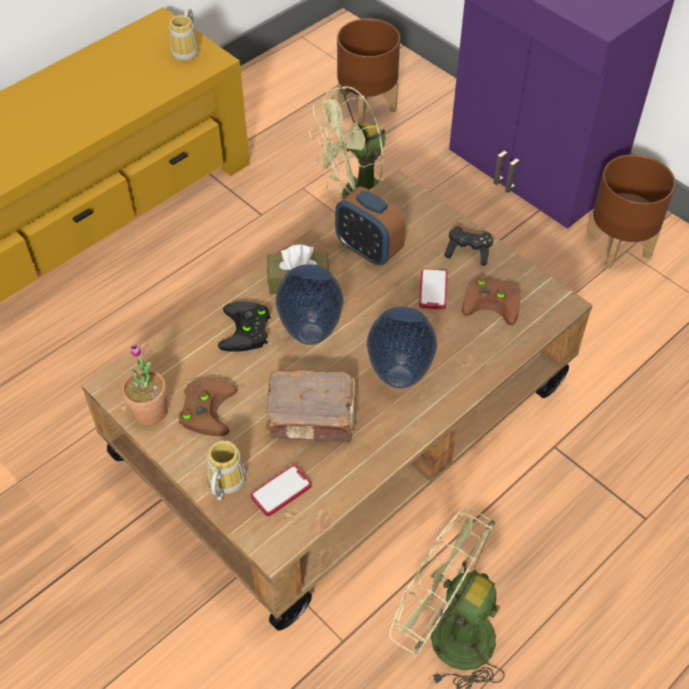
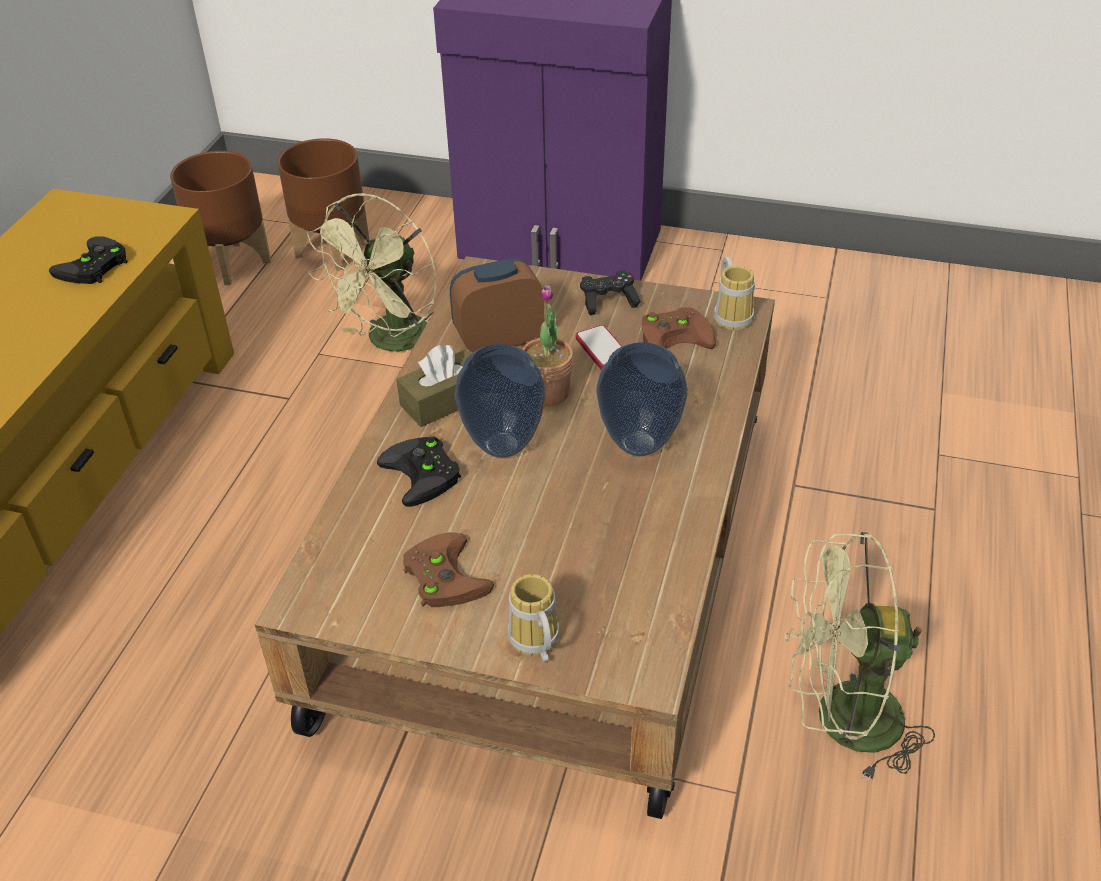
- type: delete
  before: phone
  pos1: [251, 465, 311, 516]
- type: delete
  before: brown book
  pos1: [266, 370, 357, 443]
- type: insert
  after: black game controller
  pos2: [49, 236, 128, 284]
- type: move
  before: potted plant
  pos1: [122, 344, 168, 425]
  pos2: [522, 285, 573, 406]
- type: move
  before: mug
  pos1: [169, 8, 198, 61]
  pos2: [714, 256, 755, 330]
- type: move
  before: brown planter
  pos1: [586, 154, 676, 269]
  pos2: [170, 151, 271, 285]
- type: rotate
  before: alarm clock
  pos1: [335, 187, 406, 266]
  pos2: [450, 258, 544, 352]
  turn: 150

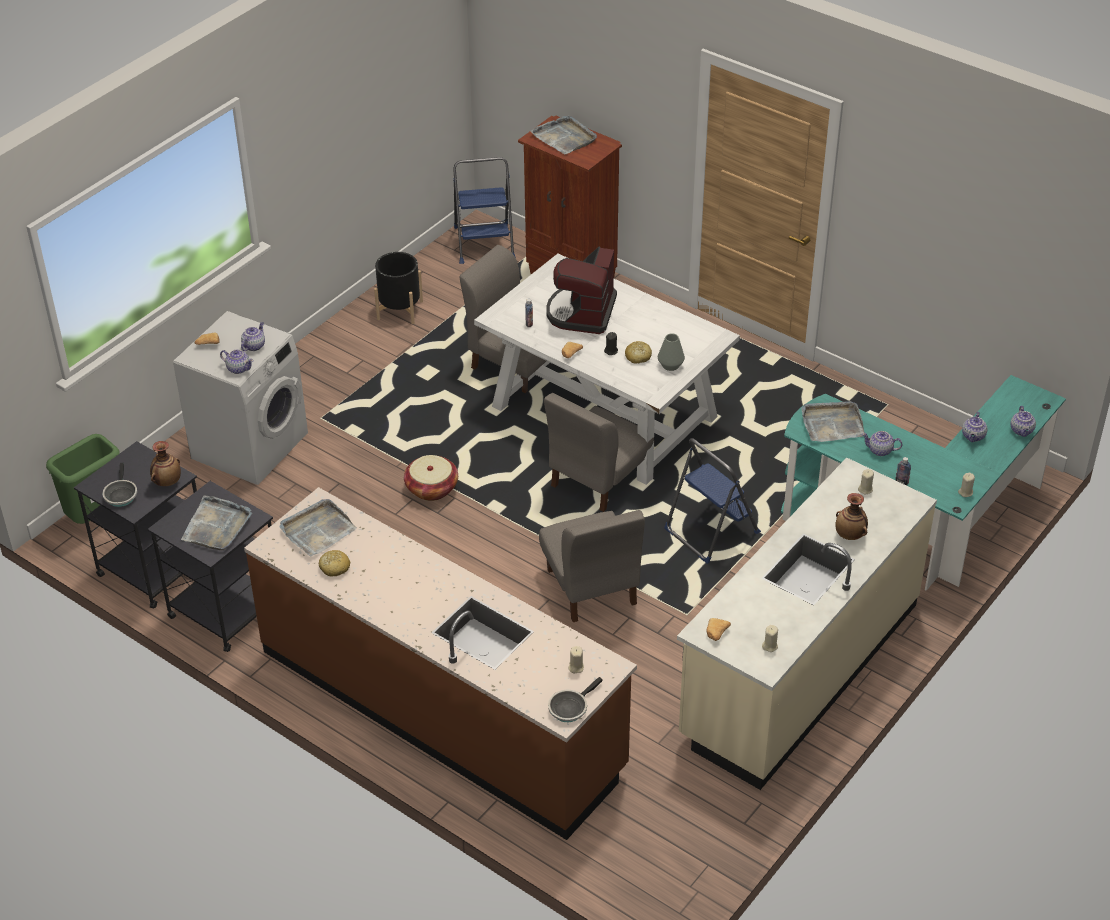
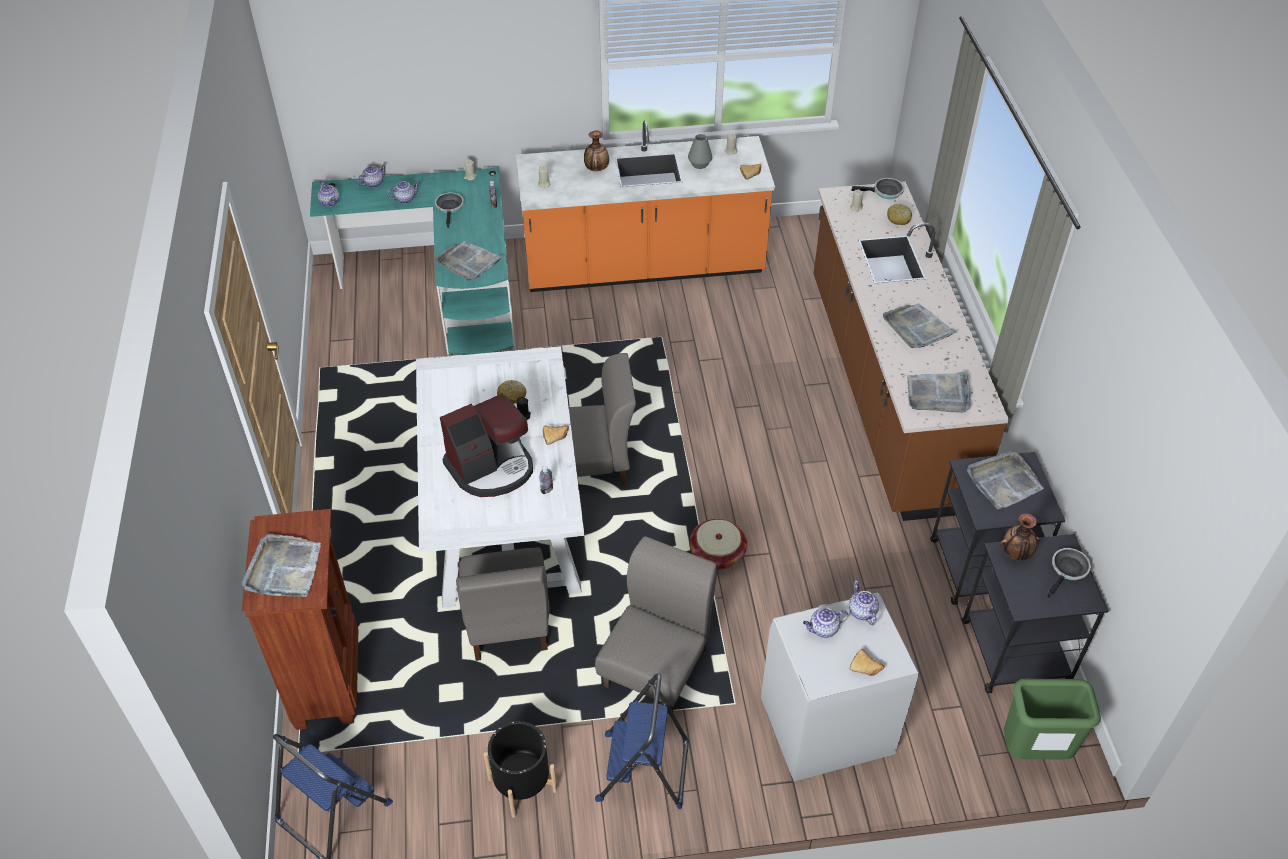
- type: insert
  after: frying pan
  pos2: [435, 192, 464, 228]
- type: insert
  after: grey tray
  pos2: [883, 303, 957, 348]
- type: move
  before: bread
  pos1: [319, 550, 350, 576]
  pos2: [887, 204, 912, 225]
- type: move
  before: grey chair
  pos1: [539, 510, 645, 622]
  pos2: [595, 536, 717, 713]
- type: move
  before: grey vase
  pos1: [658, 333, 685, 371]
  pos2: [688, 134, 712, 169]
- type: move
  before: blue step ladder
  pos1: [664, 438, 761, 564]
  pos2: [595, 673, 689, 809]
- type: move
  before: teapot
  pos1: [862, 431, 902, 456]
  pos2: [317, 182, 340, 207]
- type: recolor
  before: beige counter
  after: orange counter
  pos1: [677, 457, 937, 790]
  pos2: [516, 120, 775, 292]

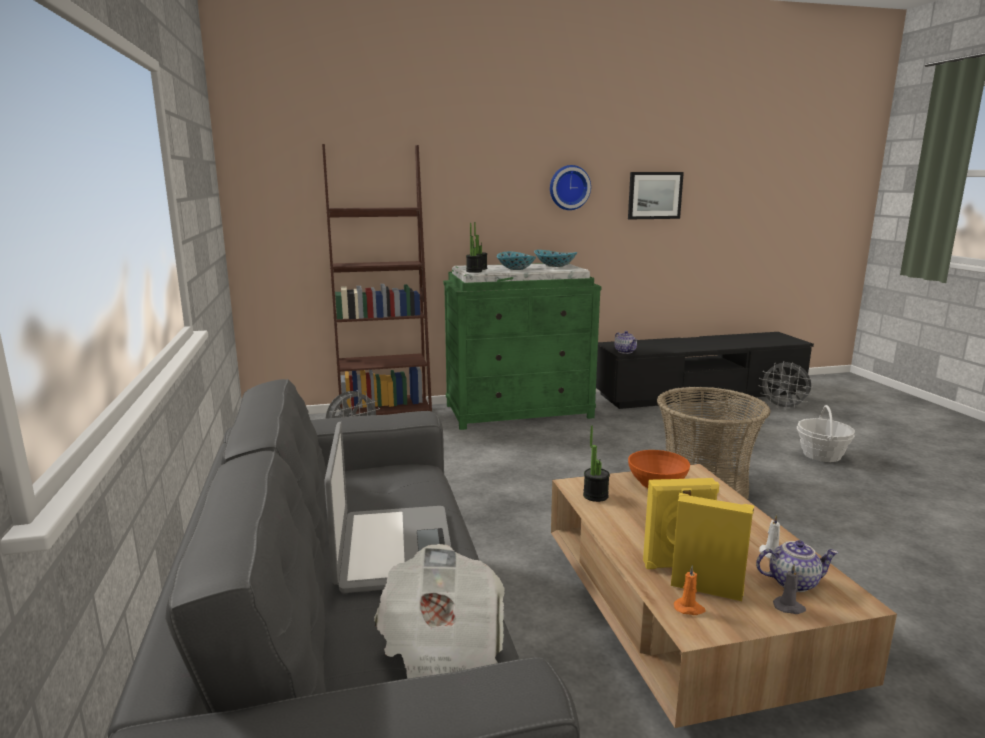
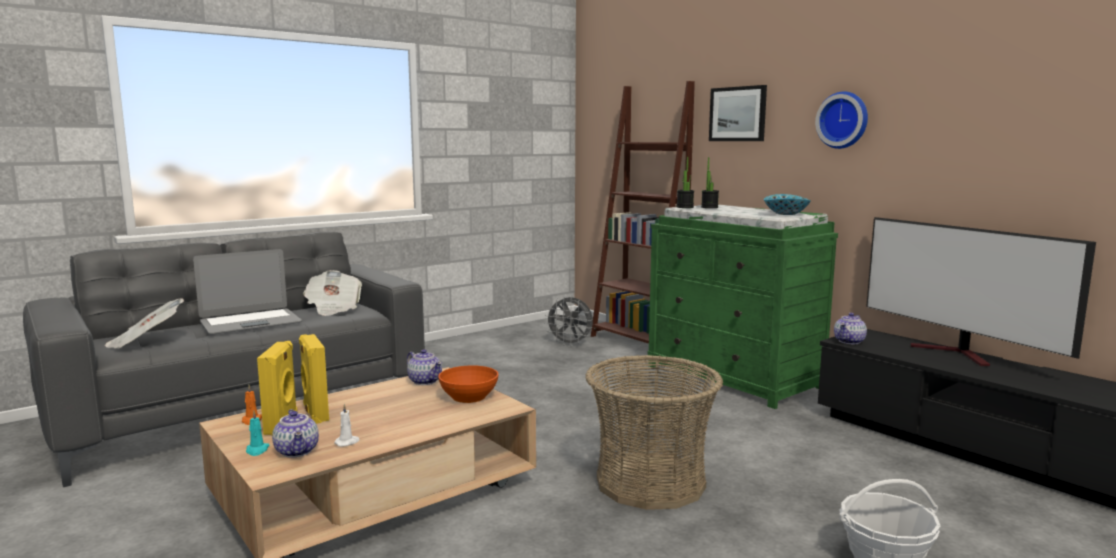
- type: delete
  before: bowl
  pos1: [497, 252, 536, 270]
- type: delete
  before: grey fan
  pos1: [758, 362, 813, 411]
- type: insert
  after: newspaper
  pos2: [303, 270, 362, 316]
- type: insert
  after: television
  pos2: [866, 217, 1096, 366]
- type: move
  before: picture
  pos1: [628, 172, 684, 219]
  pos2: [709, 85, 767, 141]
- type: replace
  before: potted plant
  after: teapot
  pos1: [583, 425, 610, 502]
  pos2: [407, 349, 442, 385]
- type: recolor
  before: grey candle
  after: turquoise candle
  pos1: [773, 564, 806, 614]
  pos2: [246, 411, 269, 456]

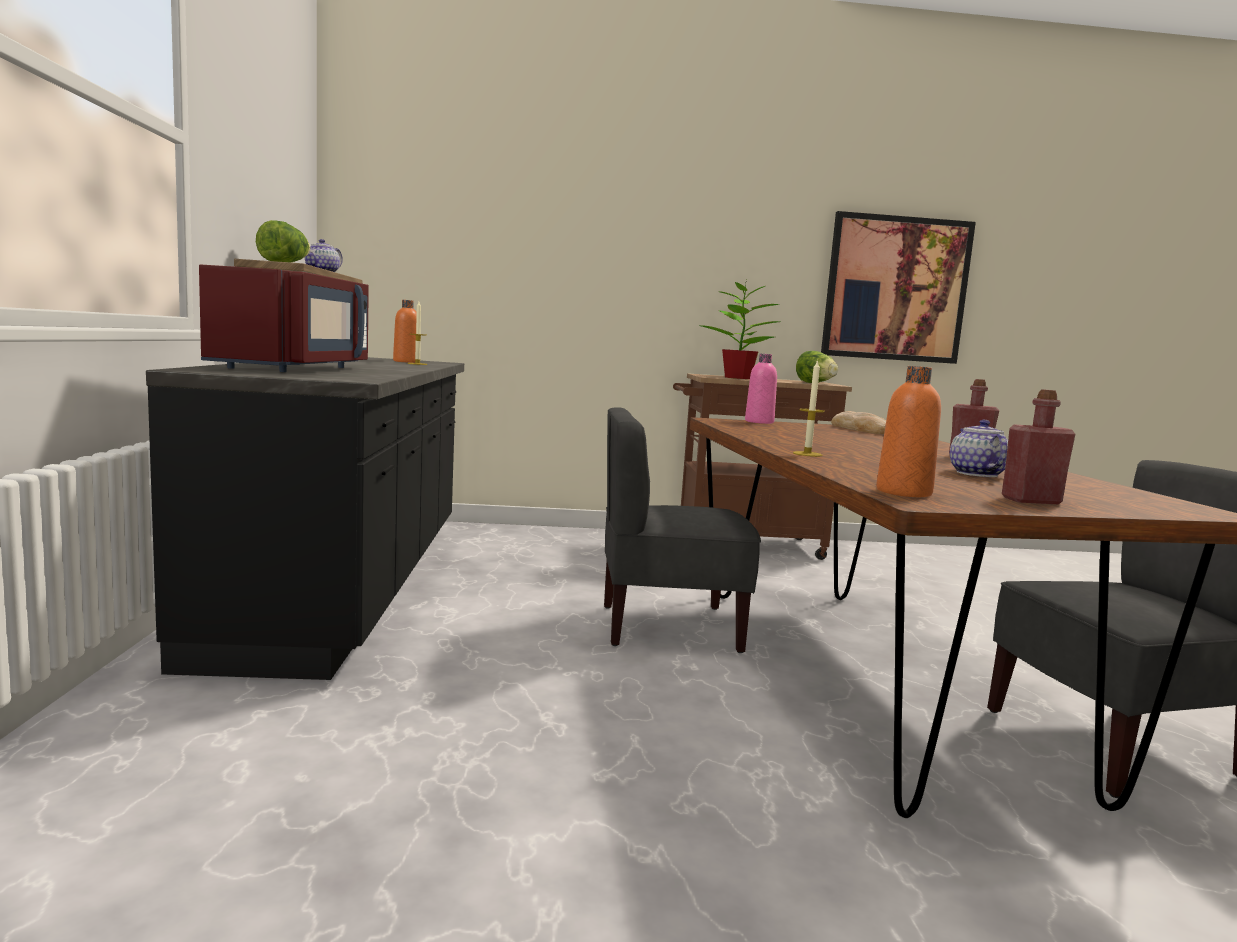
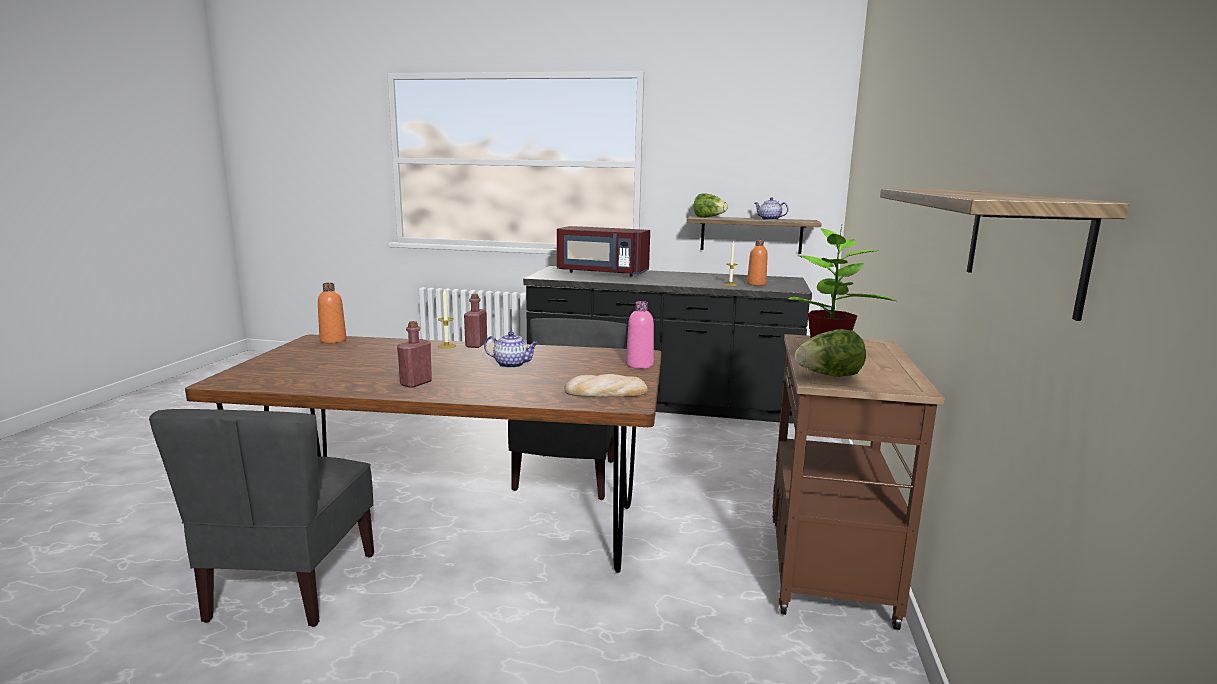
- type: move
  before: teapot
  pos1: [950, 420, 1008, 477]
  pos2: [484, 332, 538, 368]
- type: move
  before: red bottle
  pos1: [1002, 389, 1075, 504]
  pos2: [464, 294, 487, 348]
- type: replace
  before: picture
  after: shelf
  pos1: [821, 211, 976, 364]
  pos2: [880, 188, 1129, 321]

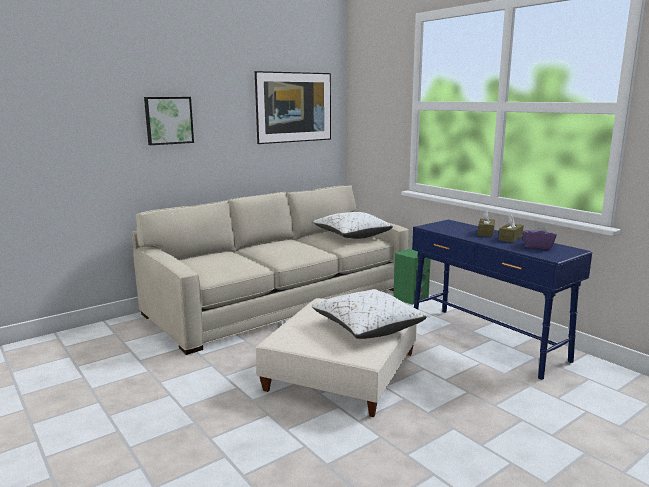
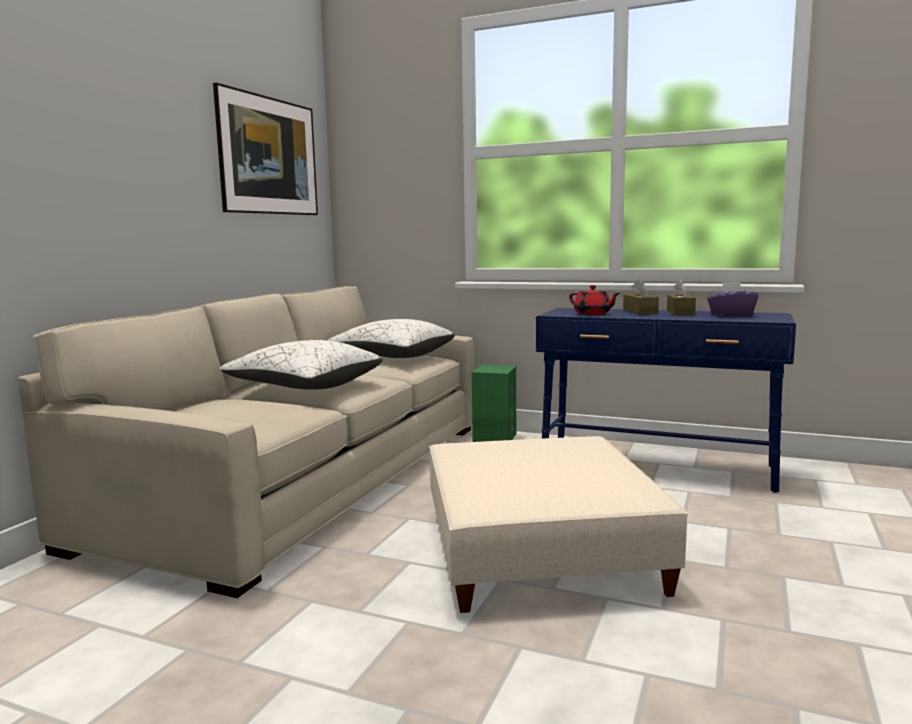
- type: delete
  before: picture
  pos1: [144, 97, 194, 145]
- type: insert
  after: red teapot
  pos2: [569, 285, 620, 315]
- type: move
  before: white pillow
  pos1: [311, 289, 427, 339]
  pos2: [220, 340, 383, 390]

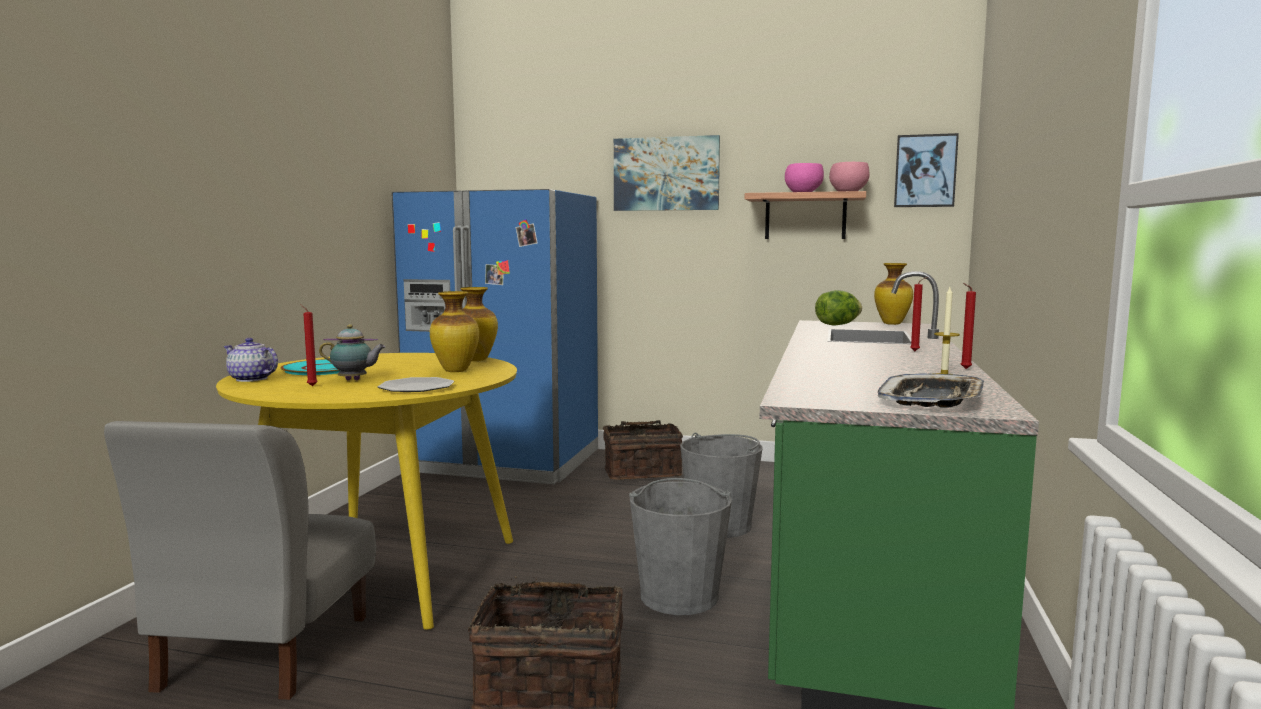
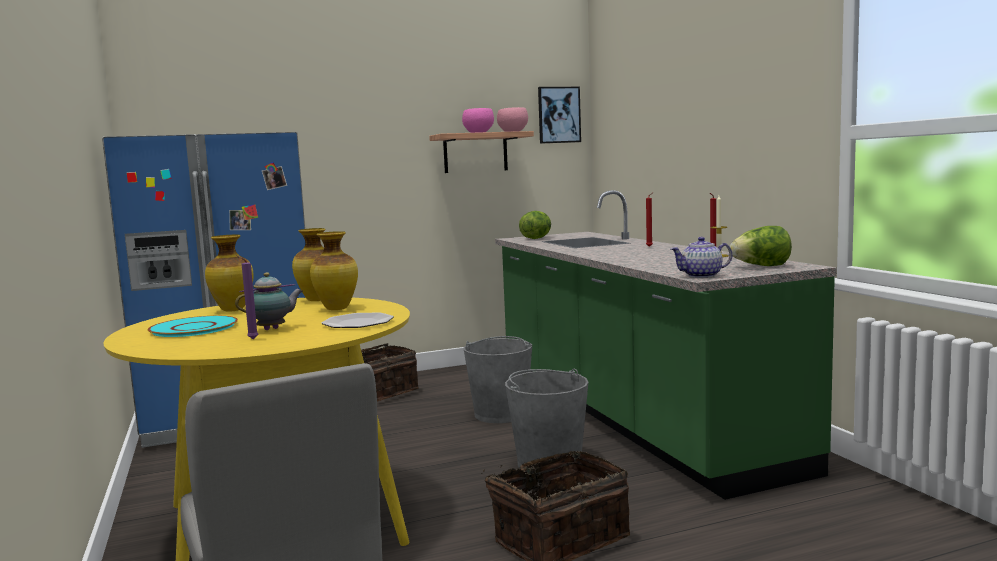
- type: delete
  before: picture
  pos1: [614, 135, 720, 211]
- type: move
  before: teapot
  pos1: [223, 338, 278, 382]
  pos2: [671, 237, 732, 278]
- type: move
  before: vase
  pos1: [874, 263, 913, 325]
  pos2: [205, 235, 254, 312]
- type: replace
  before: tray
  after: lettuce
  pos1: [878, 374, 985, 408]
  pos2: [730, 226, 792, 266]
- type: recolor
  before: red candle
  after: purple candle
  pos1: [300, 304, 318, 386]
  pos2: [236, 255, 258, 339]

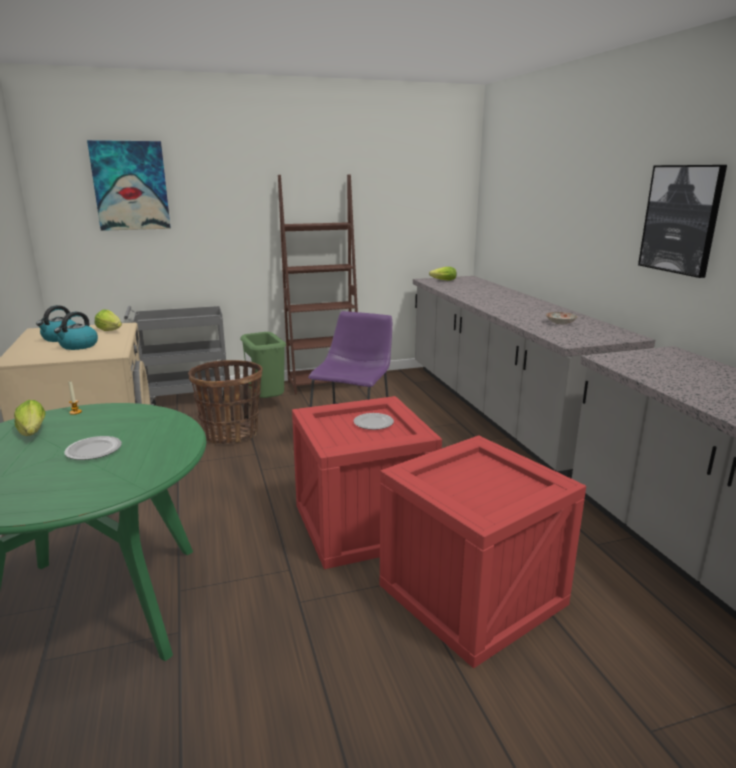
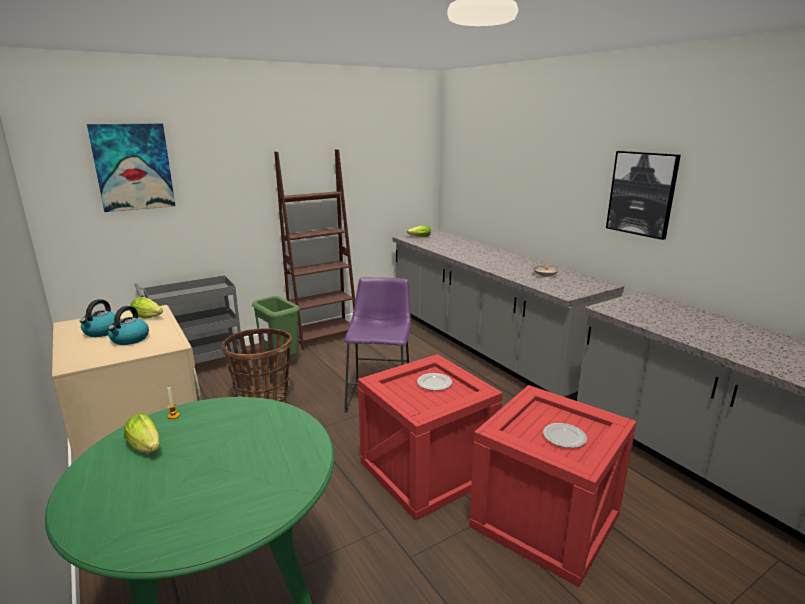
- type: move
  before: plate
  pos1: [64, 436, 122, 460]
  pos2: [543, 423, 587, 448]

